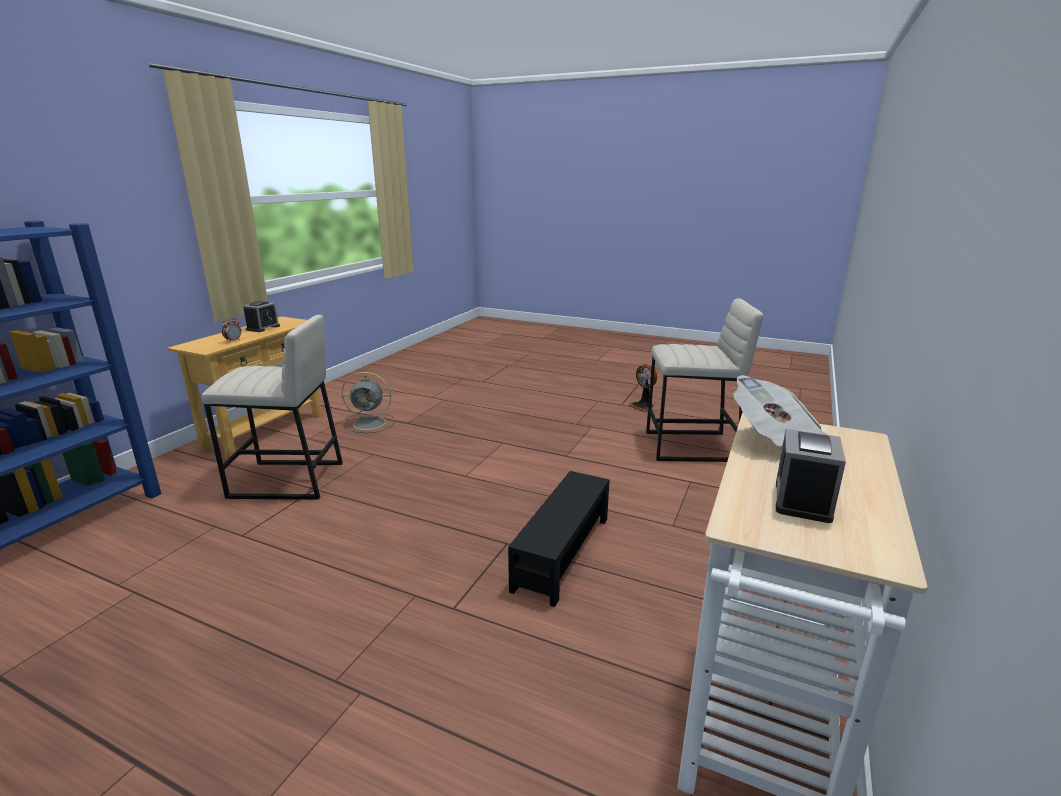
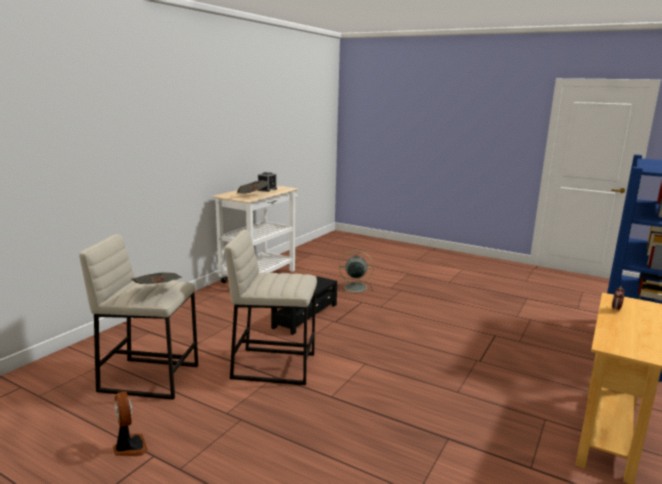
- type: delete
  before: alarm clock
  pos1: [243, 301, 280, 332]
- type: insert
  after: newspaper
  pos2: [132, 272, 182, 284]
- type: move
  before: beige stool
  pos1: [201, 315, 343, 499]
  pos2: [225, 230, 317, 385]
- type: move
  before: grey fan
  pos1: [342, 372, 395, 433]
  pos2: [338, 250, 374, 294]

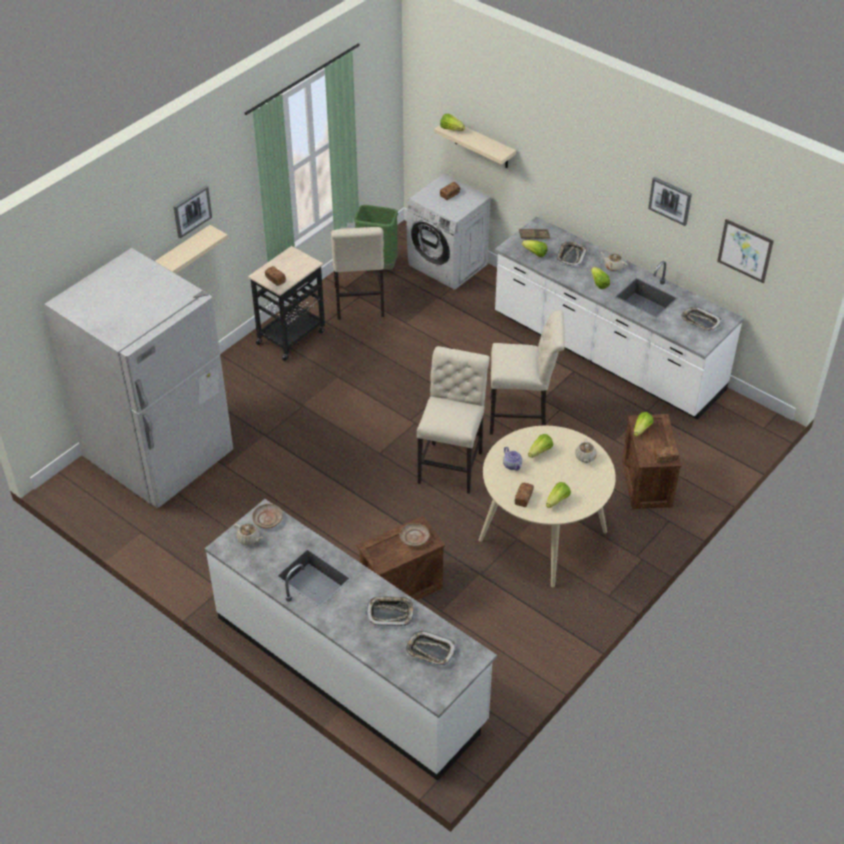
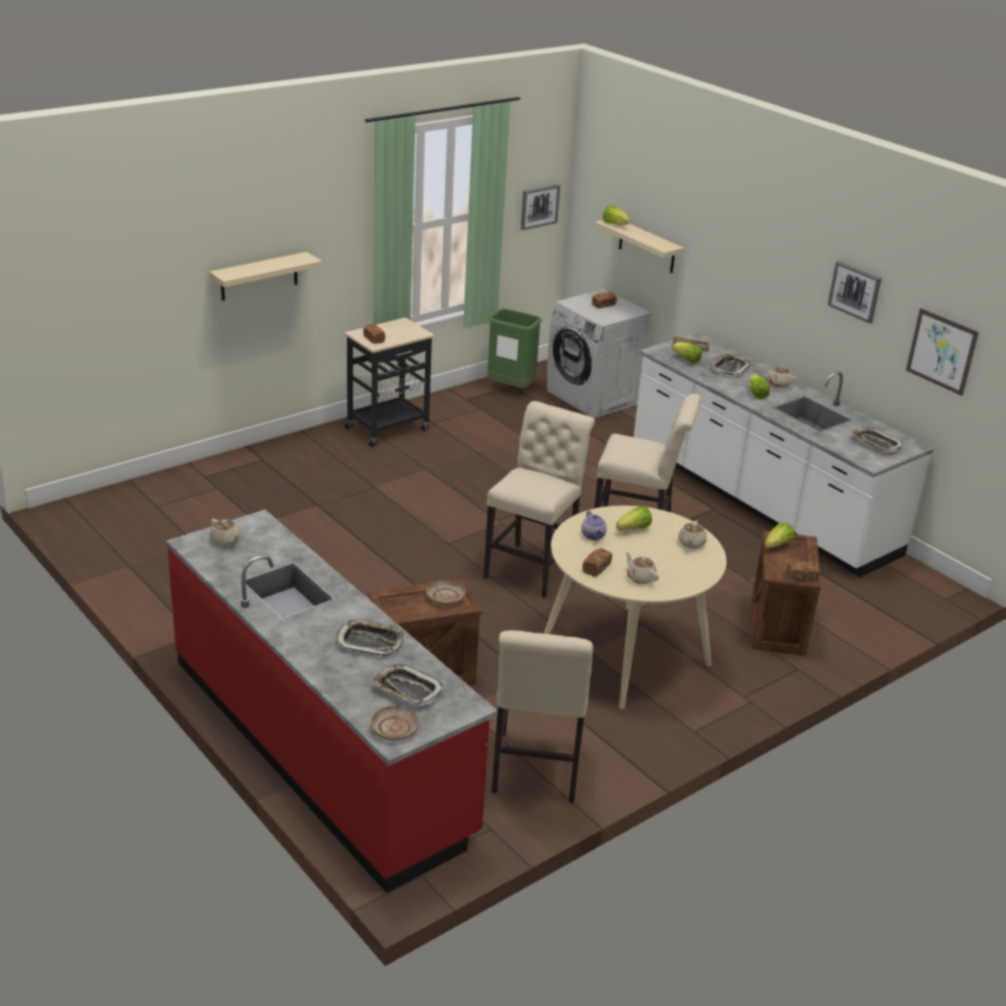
- type: delete
  before: white fridge
  pos1: [44, 248, 233, 508]
- type: move
  before: picture
  pos1: [173, 186, 212, 238]
  pos2: [521, 184, 560, 230]
- type: move
  before: beige plate
  pos1: [252, 504, 283, 529]
  pos2: [371, 706, 420, 740]
- type: move
  before: beige stool
  pos1: [331, 227, 384, 320]
  pos2: [491, 631, 593, 803]
- type: replace
  before: lettuce
  after: beige teapot
  pos1: [546, 482, 571, 508]
  pos2: [625, 551, 659, 584]
- type: recolor
  before: white counter
  after: red counter
  pos1: [205, 499, 497, 781]
  pos2: [166, 509, 498, 893]

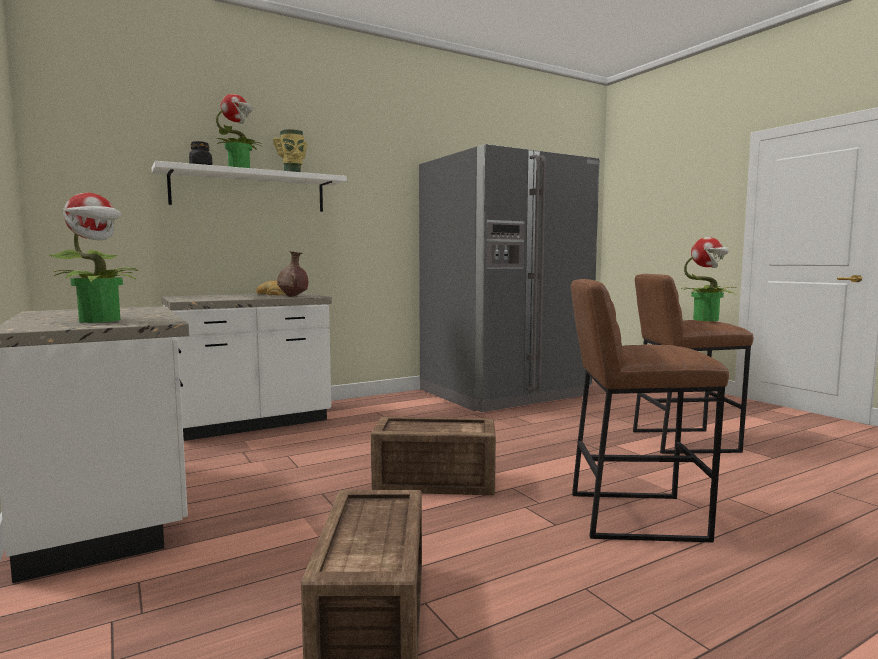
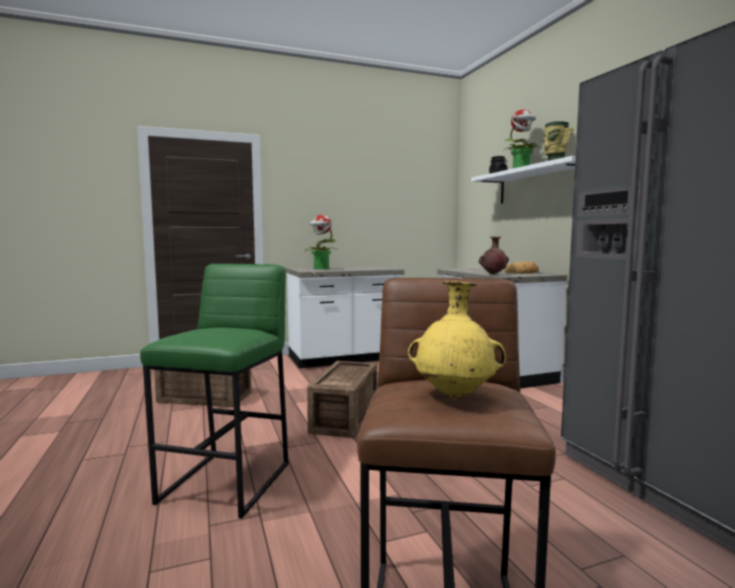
- type: replace
  before: potted plant
  after: yellow vase
  pos1: [681, 237, 736, 321]
  pos2: [408, 281, 506, 399]
- type: recolor
  before: brown stool
  after: green stool
  pos1: [571, 279, 729, 543]
  pos2: [140, 264, 289, 518]

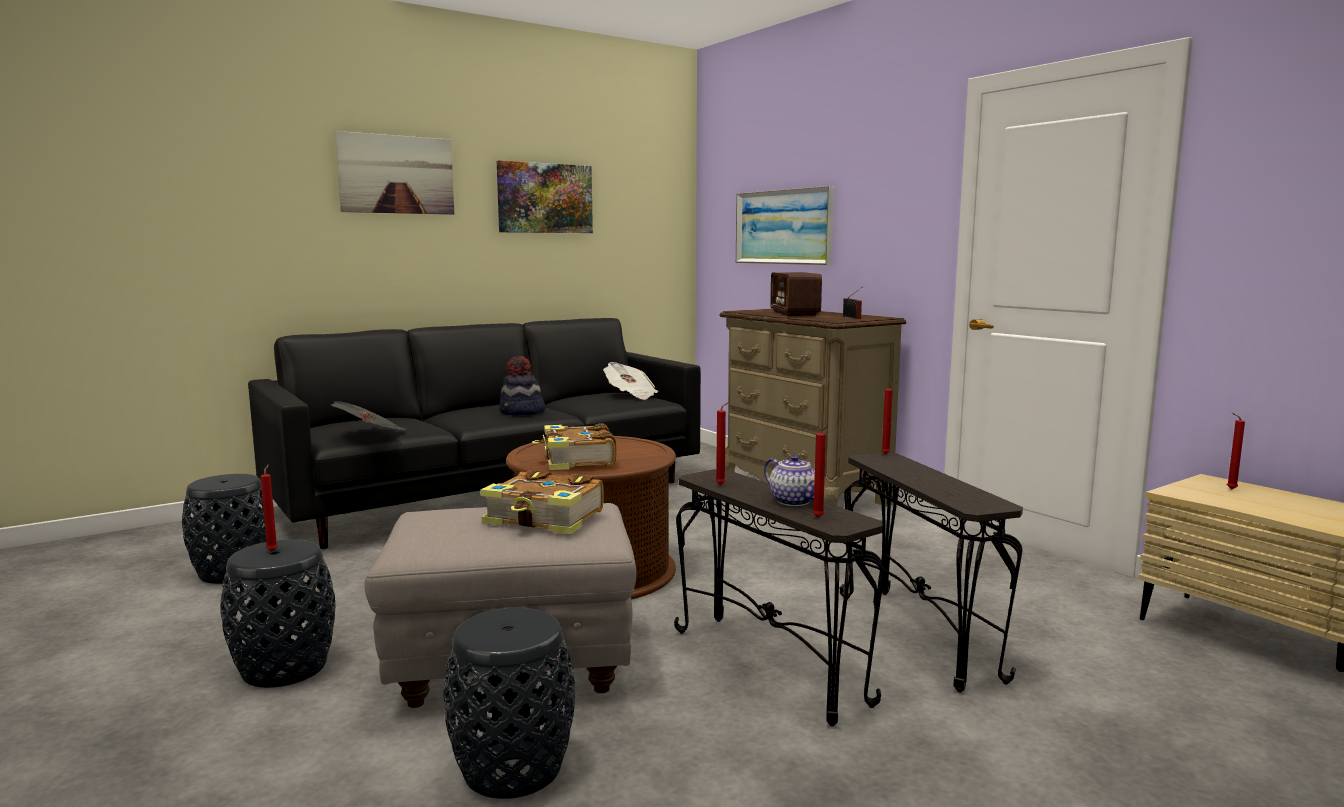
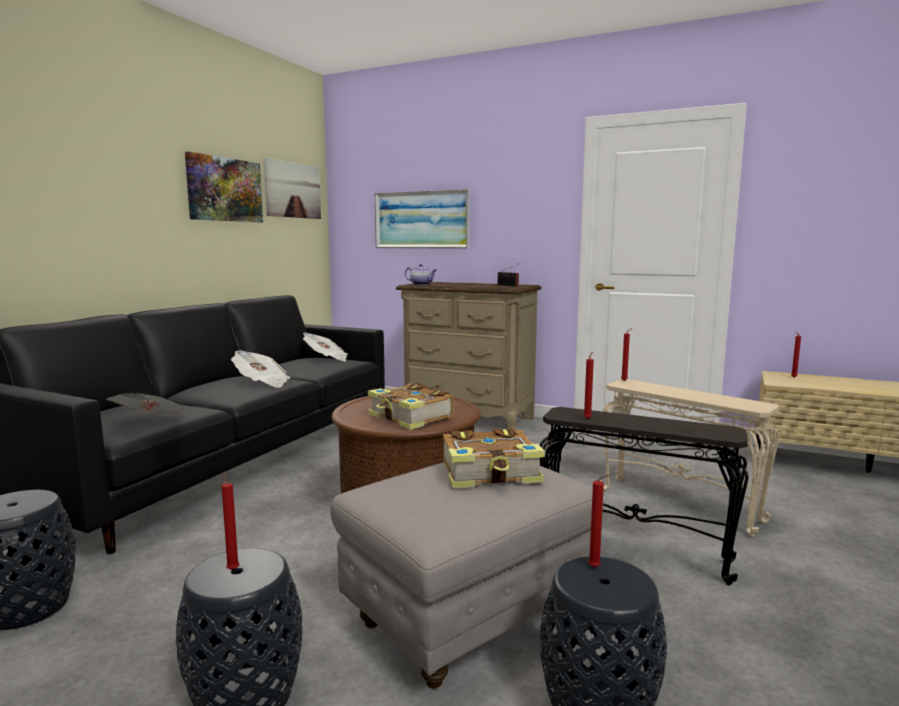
- type: delete
  before: radio
  pos1: [770, 272, 822, 316]
- type: move
  before: picture
  pos1: [335, 131, 454, 215]
  pos2: [264, 157, 321, 219]
- type: move
  before: teapot
  pos1: [764, 455, 827, 506]
  pos2: [405, 264, 437, 285]
- type: move
  before: red candle
  pos1: [812, 426, 828, 518]
  pos2: [588, 475, 610, 568]
- type: replace
  before: hat
  after: newspaper
  pos1: [499, 356, 546, 415]
  pos2: [231, 351, 290, 388]
- type: recolor
  before: black side table
  after: beige side table
  pos1: [839, 453, 1023, 692]
  pos2: [600, 379, 780, 537]

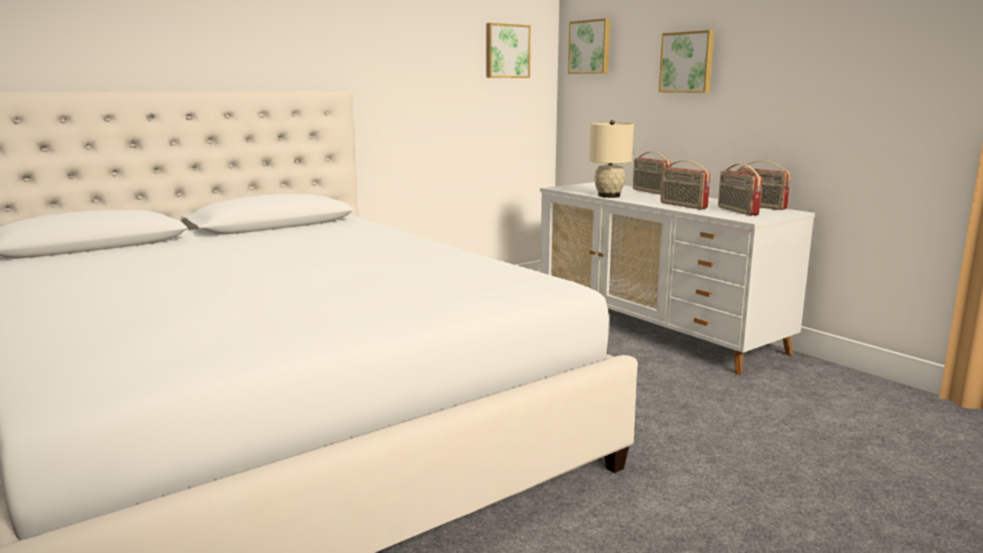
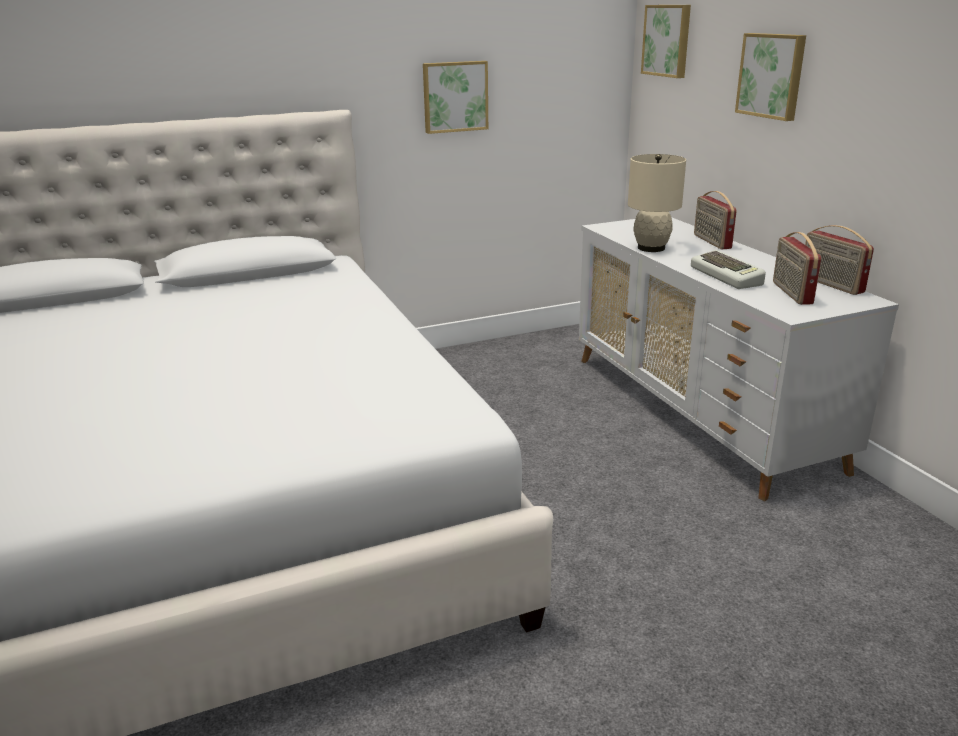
- type: move
  before: picture
  pos1: [486, 23, 531, 78]
  pos2: [423, 61, 488, 134]
- type: replace
  before: radio
  after: keyboard
  pos1: [660, 161, 710, 209]
  pos2: [691, 250, 766, 289]

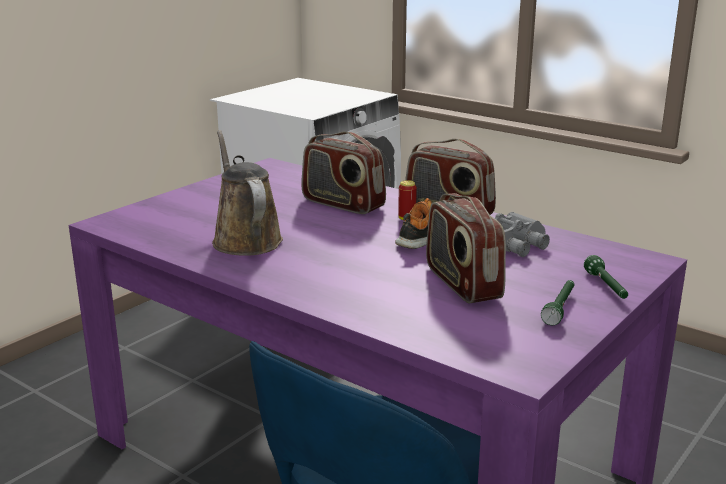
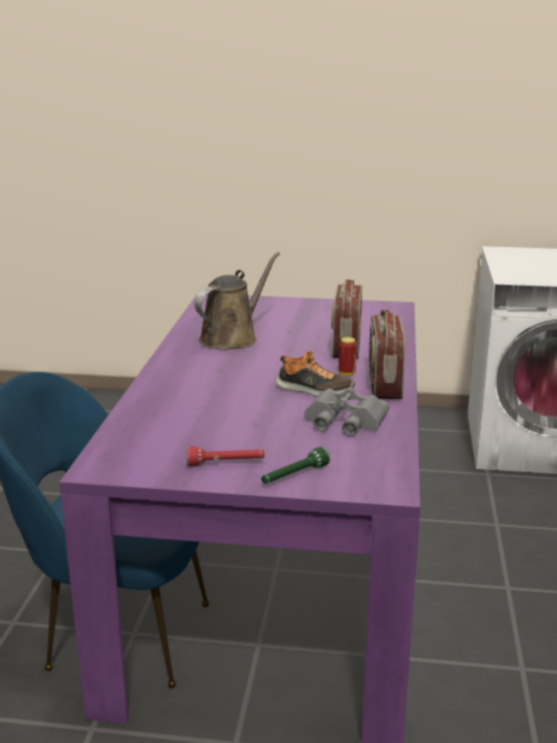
- type: delete
  before: radio
  pos1: [426, 193, 506, 304]
- type: recolor
  before: green flashlight
  after: red flashlight
  pos1: [541, 280, 574, 325]
  pos2: [187, 446, 264, 466]

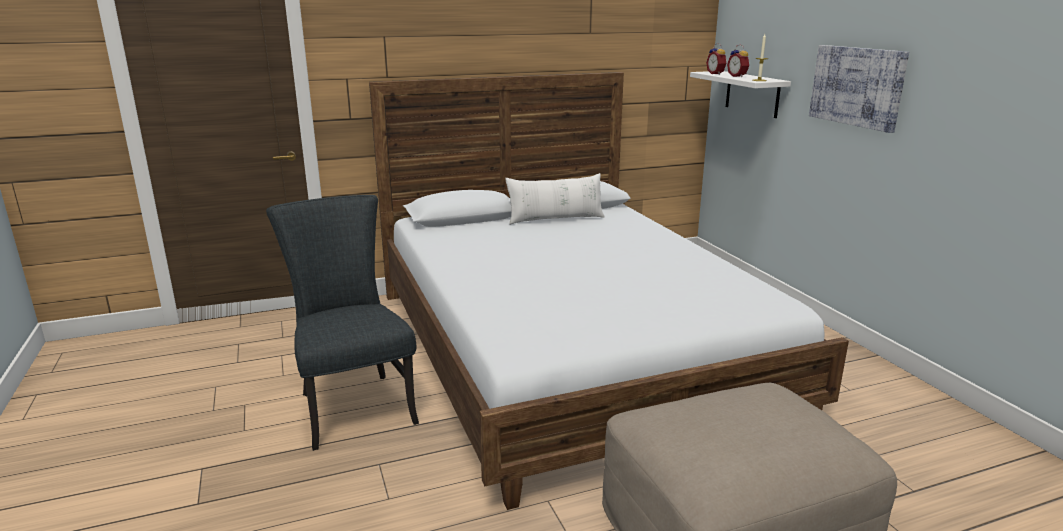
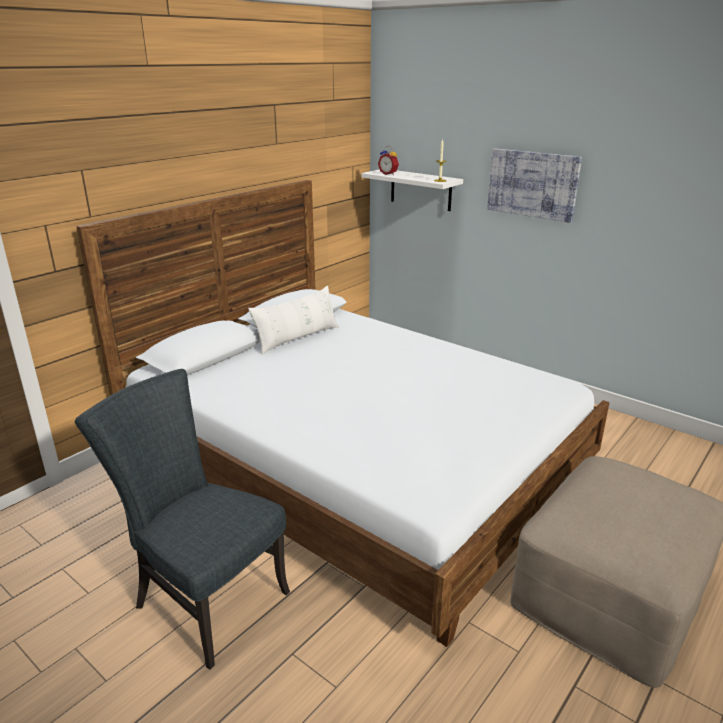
- type: delete
  before: alarm clock
  pos1: [727, 45, 750, 77]

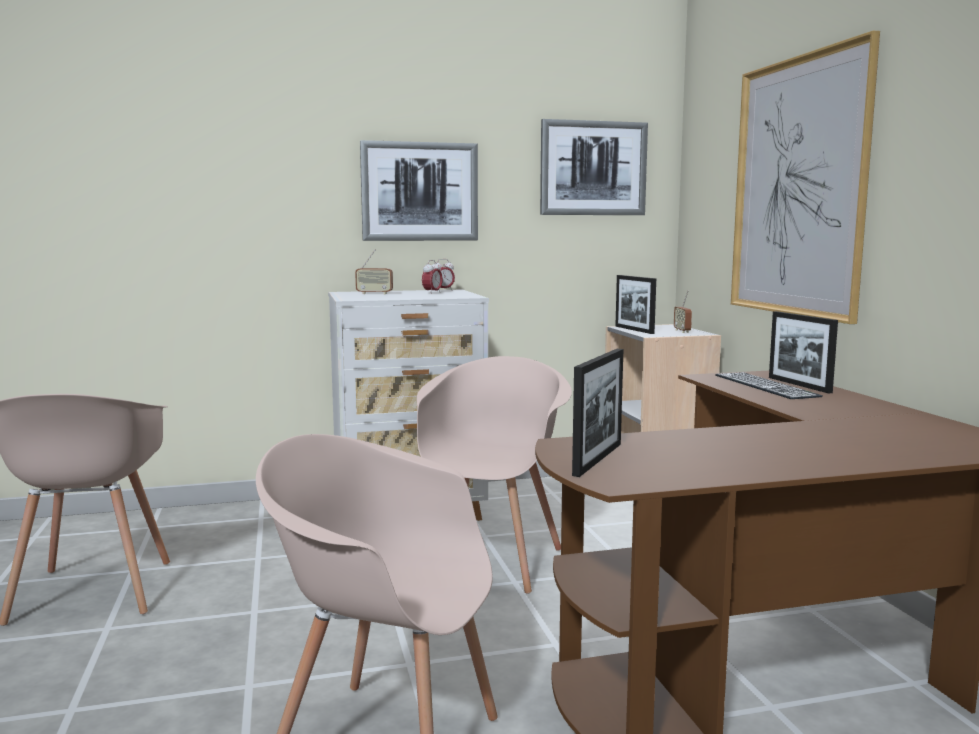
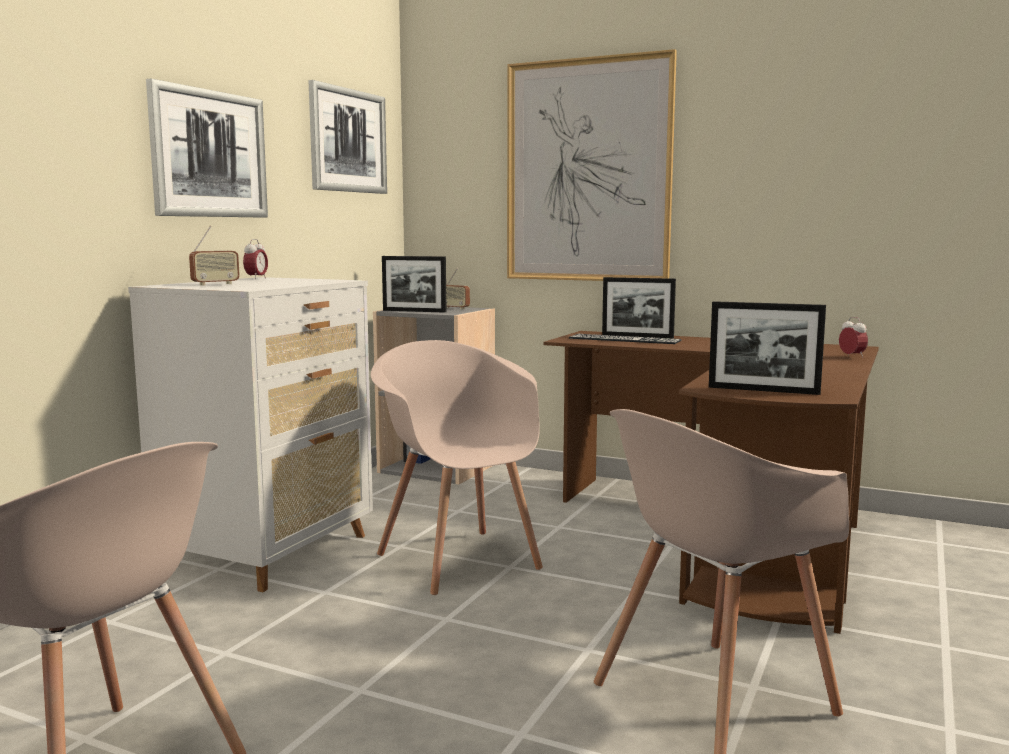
- type: move
  before: alarm clock
  pos1: [422, 260, 443, 292]
  pos2: [839, 317, 868, 358]
- type: rotate
  before: picture frame
  pos1: [572, 349, 623, 477]
  pos2: [709, 301, 826, 395]
  turn: 135

